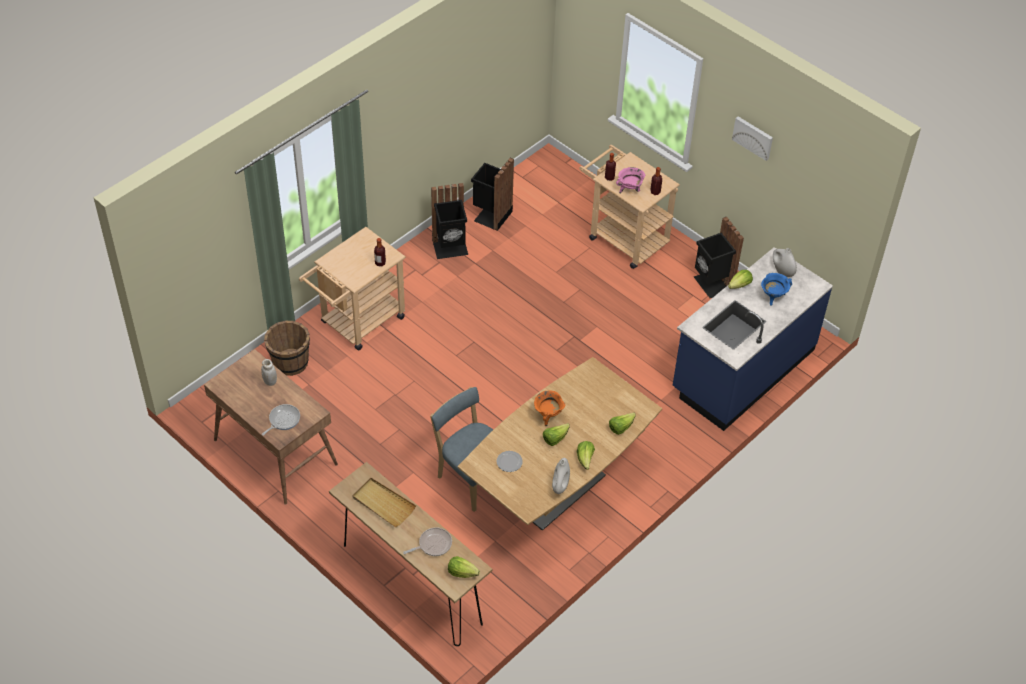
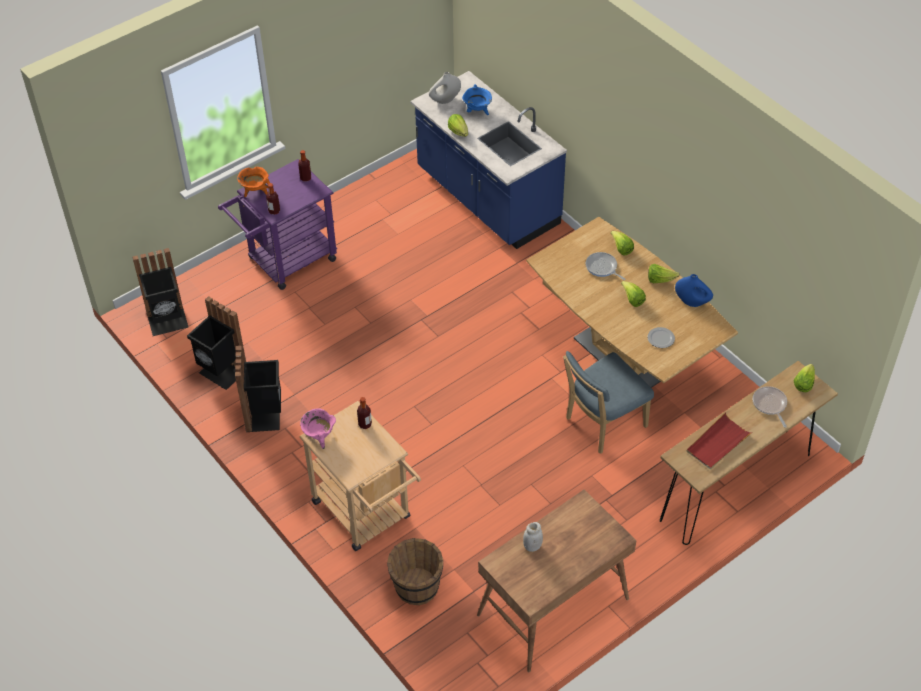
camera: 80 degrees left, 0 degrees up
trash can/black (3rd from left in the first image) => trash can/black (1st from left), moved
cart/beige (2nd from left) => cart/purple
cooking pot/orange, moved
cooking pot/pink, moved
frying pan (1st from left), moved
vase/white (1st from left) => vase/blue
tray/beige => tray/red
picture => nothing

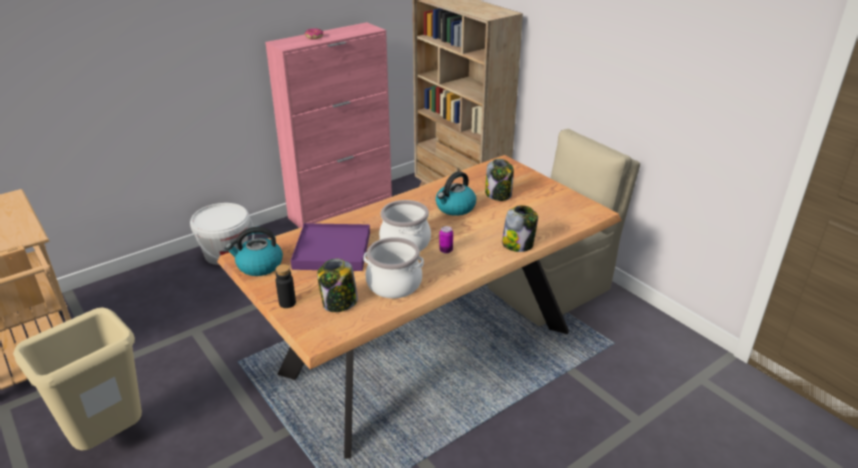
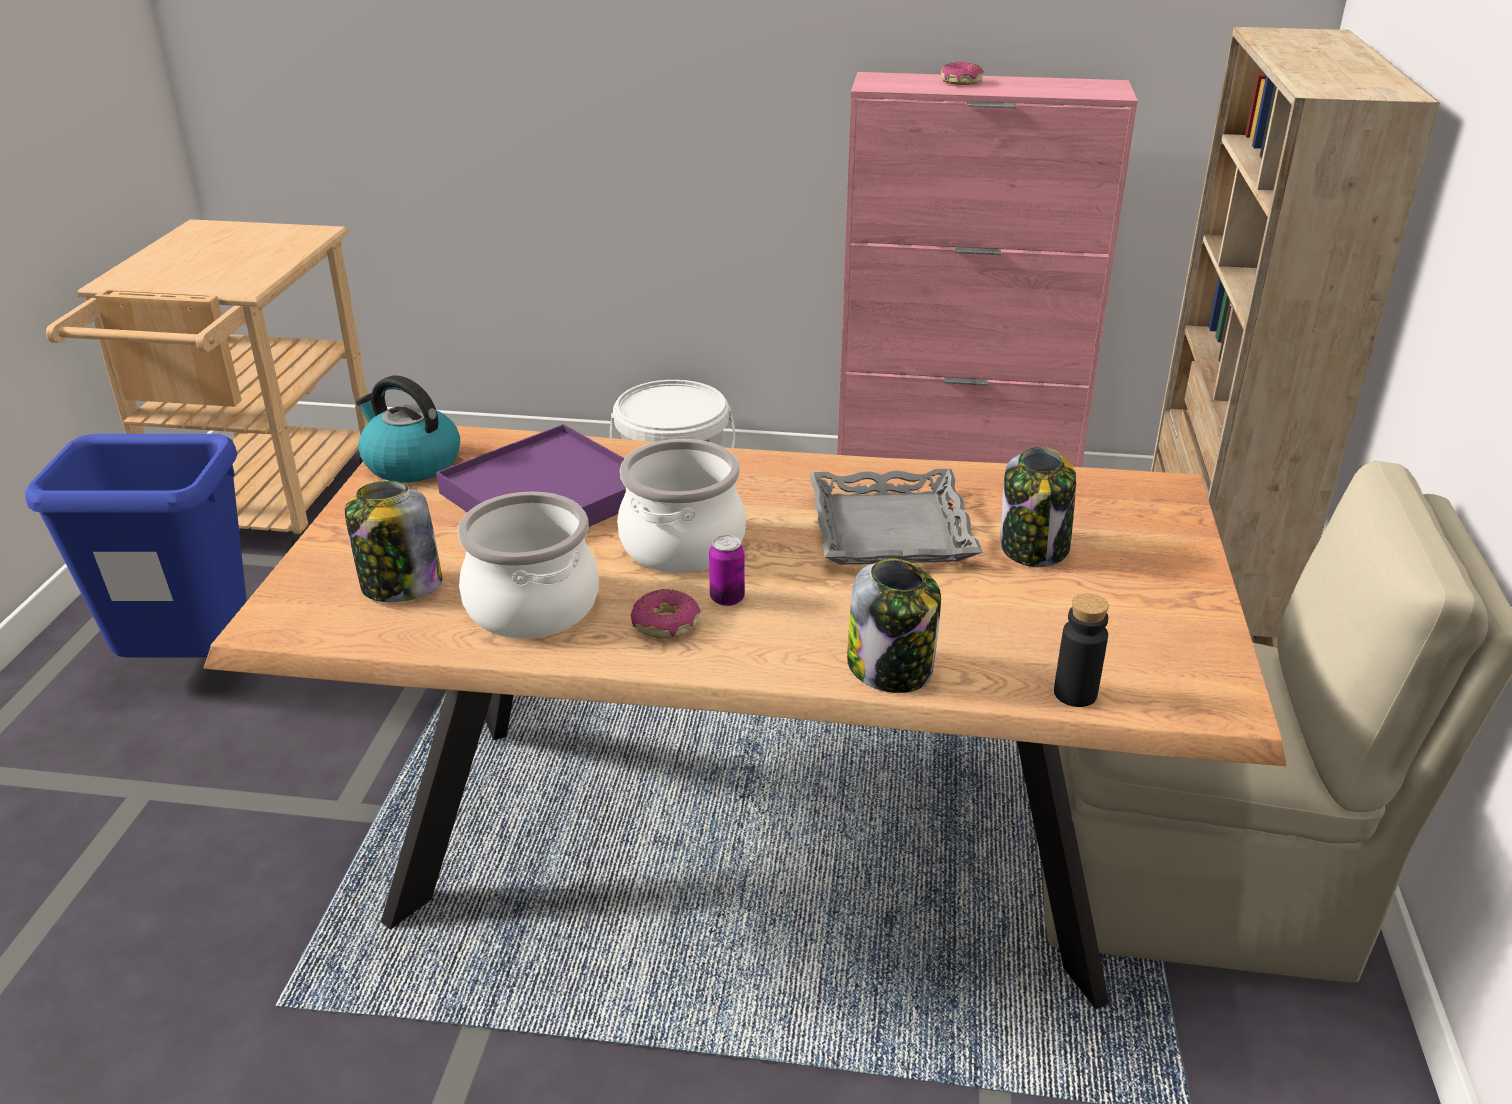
camera: 45 degrees right, 0 degrees up
trash can/beige => trash can/blue
nothing => donut (1st from left)
kettle (2nd from left) => tray/grey
bottle/black, moved

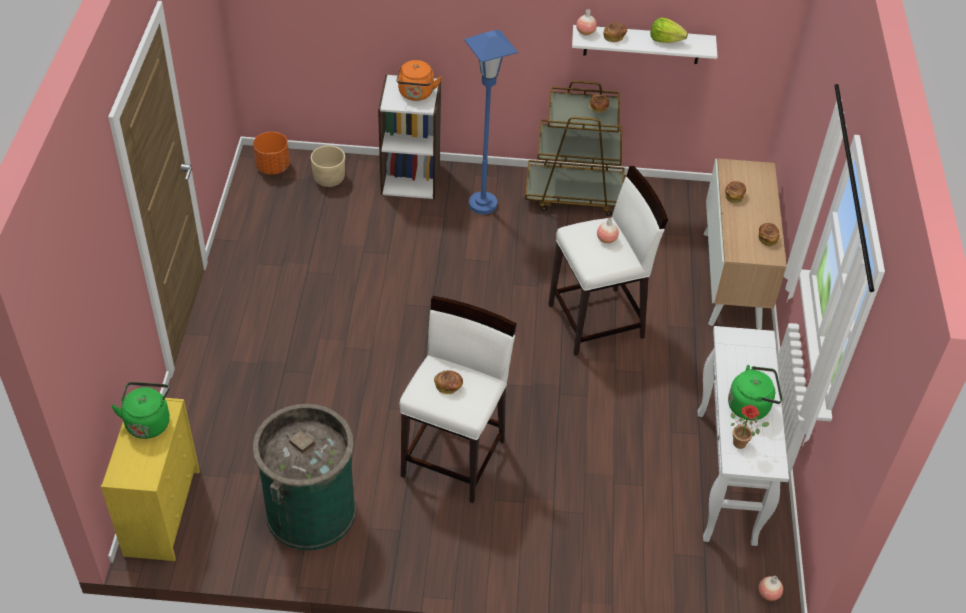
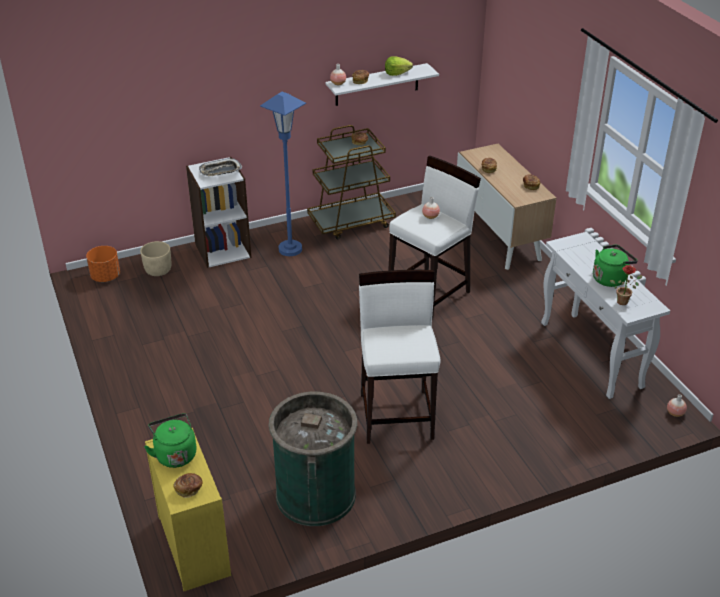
camera: 25 degrees left, 10 degrees down
bread (1st from left), moved
kettle/orange => tray

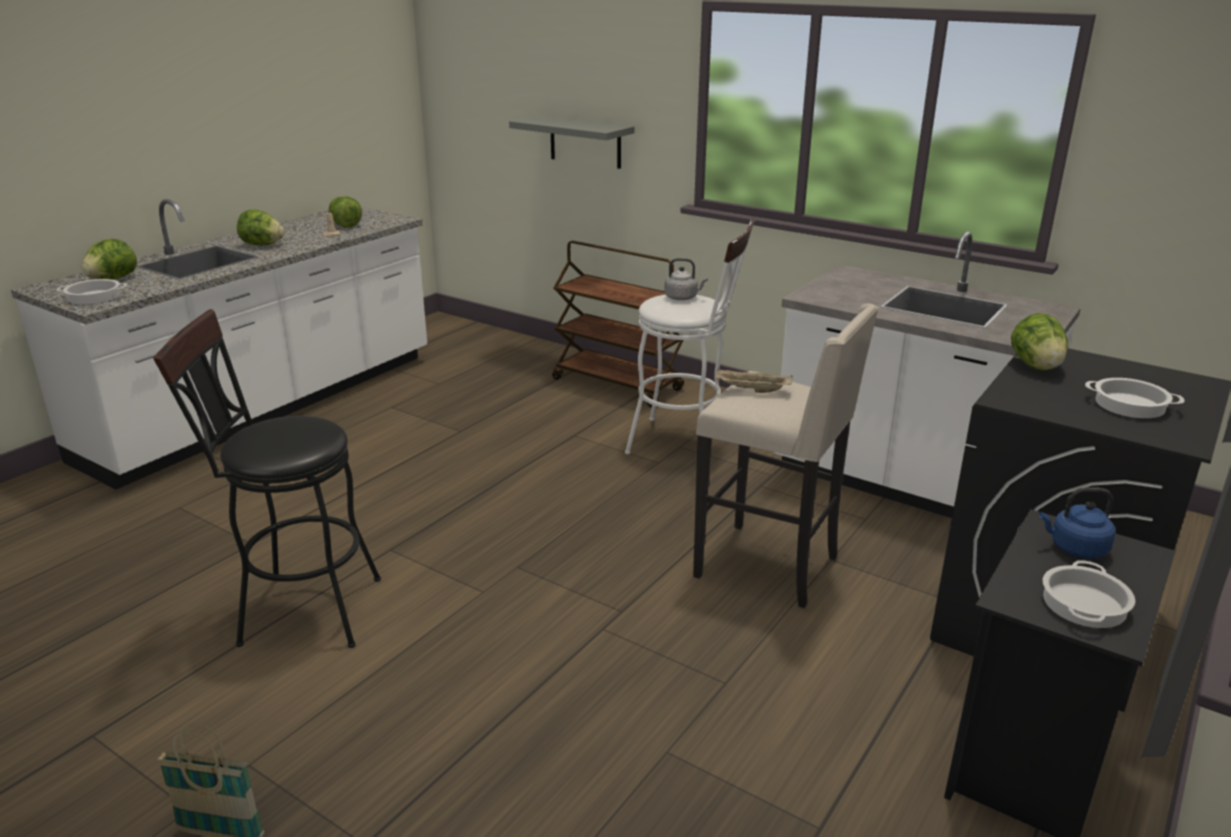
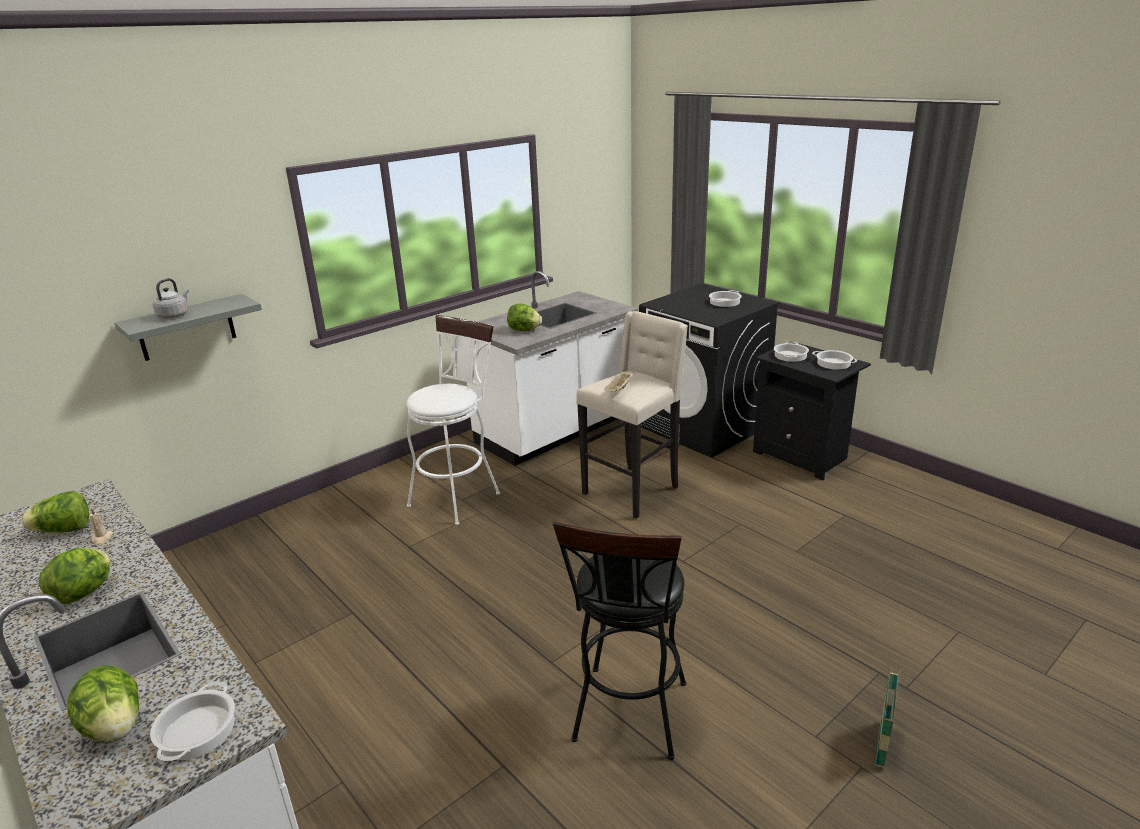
camera: 75 degrees left, 0 degrees up
kettle/grey, moved
lettuce (4th from left), moved
kettle/blue => cooking pot (3rd from left)
cart/brown => nothing

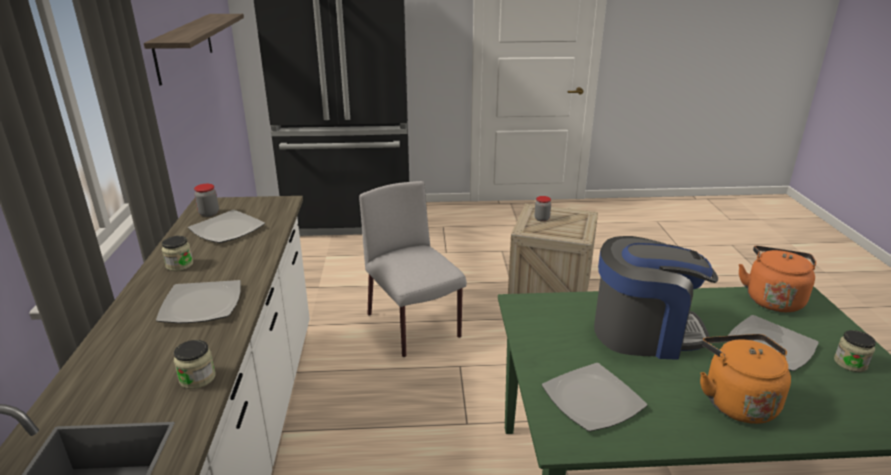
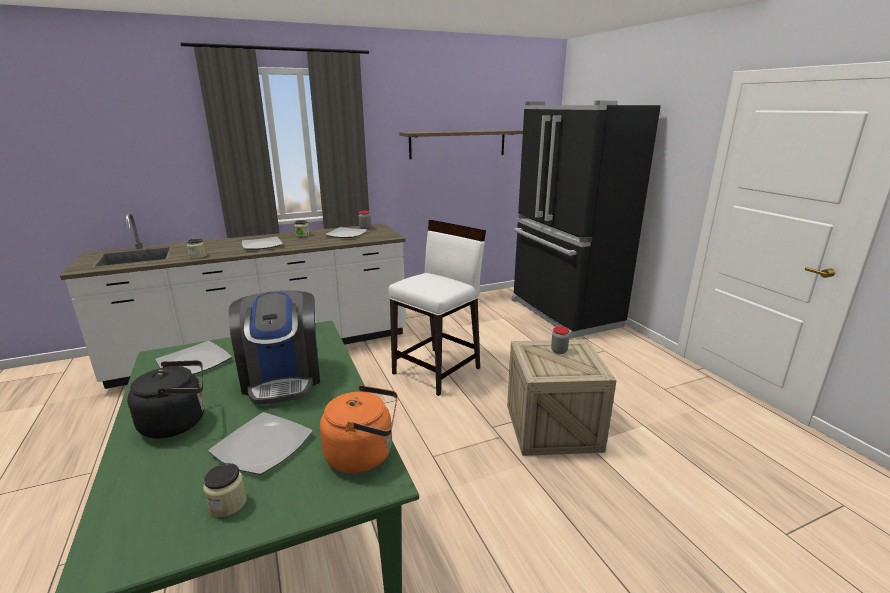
camera: 70 degrees right, 5 degrees down
kettle/orange (1st from left) => kettle/black
chair/grey => stool/white

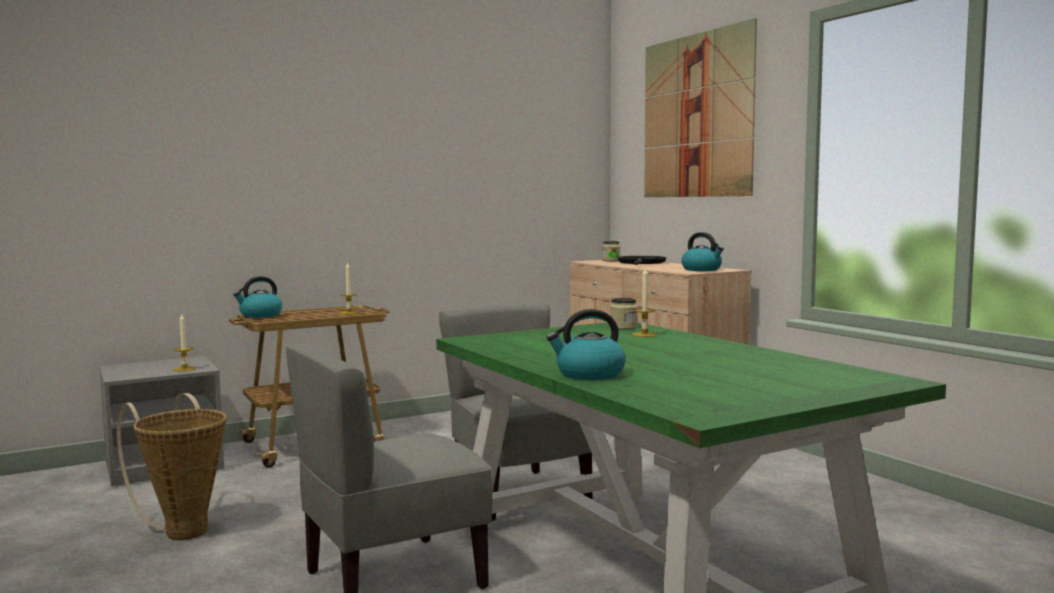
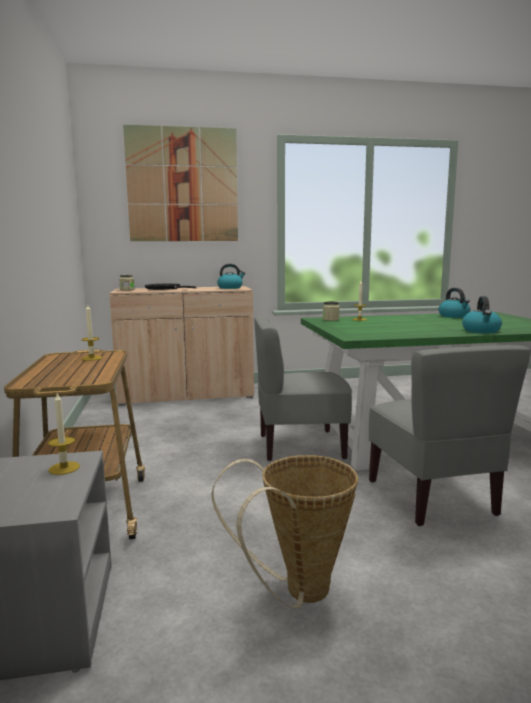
camera: 70 degrees left, 5 degrees up
kettle (1st from left in the first image) => kettle (2nd from left), moved

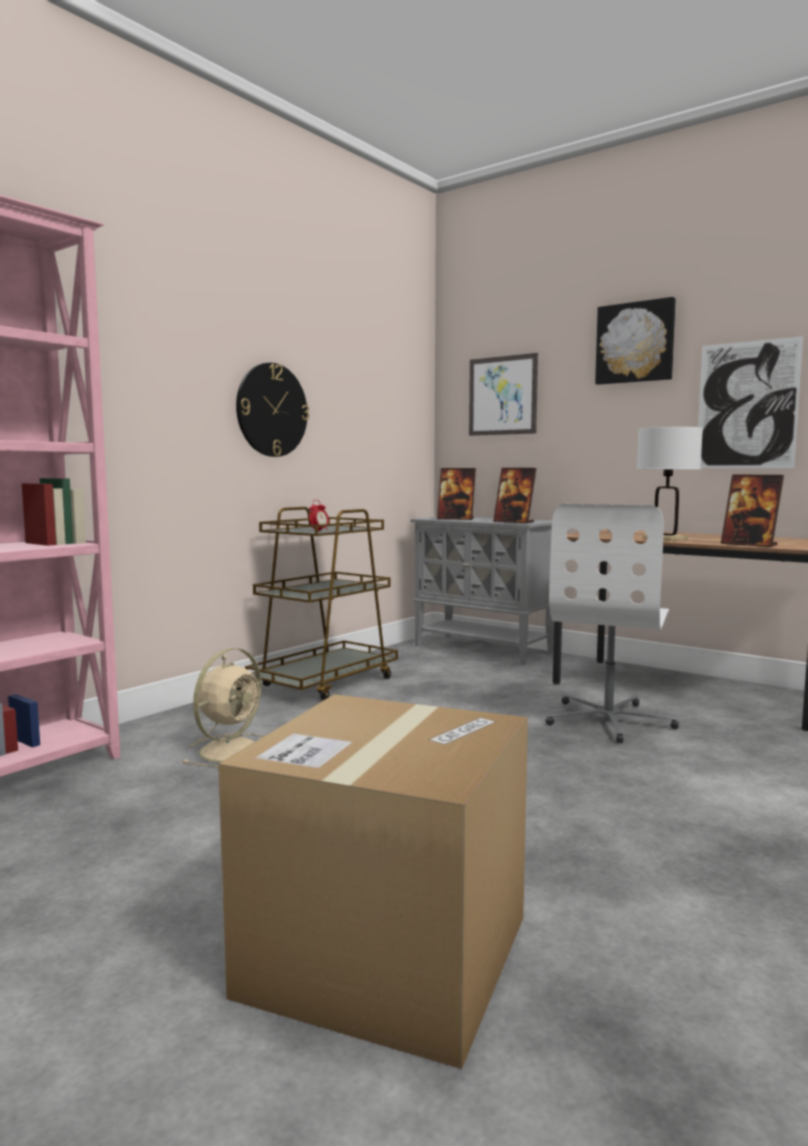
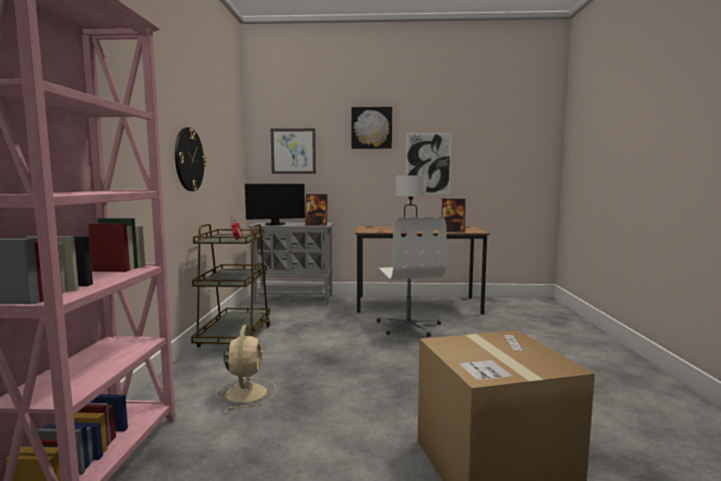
camera: 35 degrees left, 0 degrees up
picture frame (1st from left) => monitor

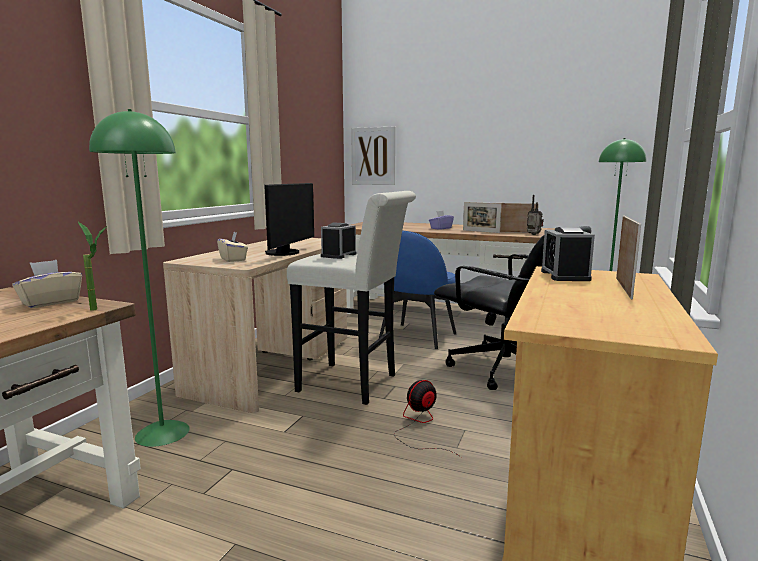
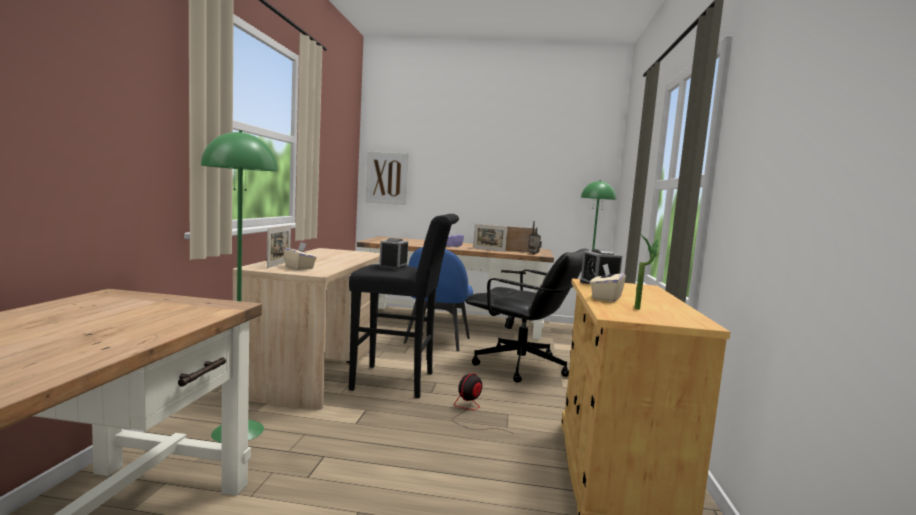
camera: 15 degrees left, 5 degrees down
picture frame (3rd from left in the first image) => picture frame (1st from left), moved
stool/white => stool/black
tissue box/beige (1st from left in the first image) => tissue box/beige (2nd from left), moved
potted plant, moved
monitor => nothing

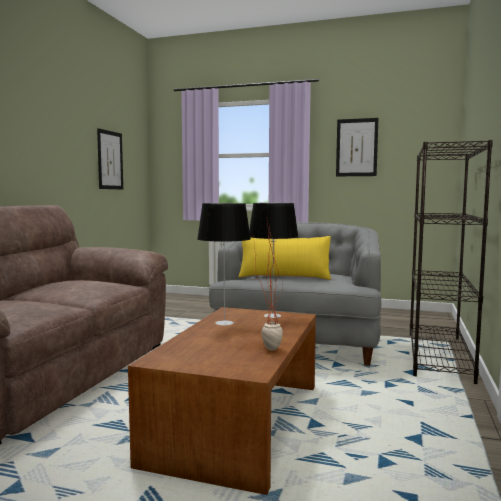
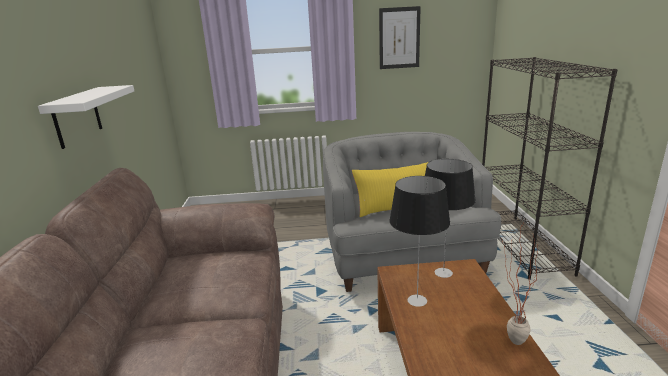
camera: 20 degrees left, 15 degrees up
nothing => shelf/white
picture (1st from left) => nothing

